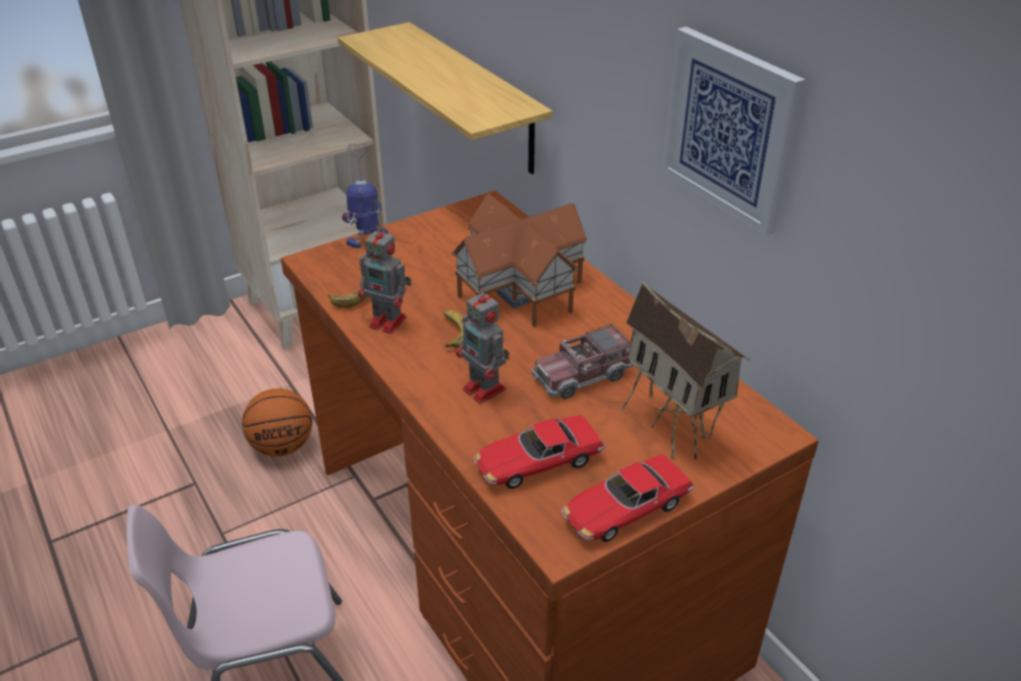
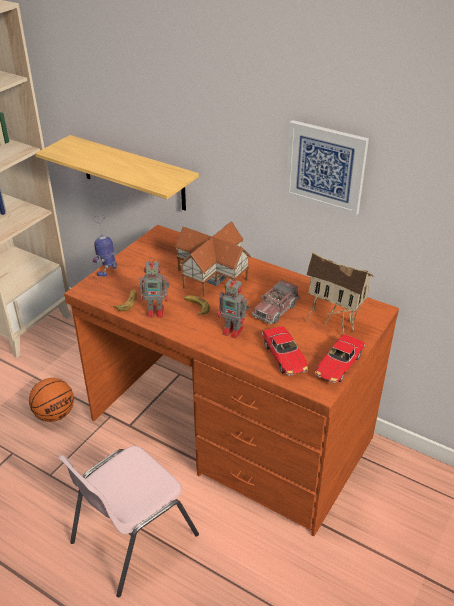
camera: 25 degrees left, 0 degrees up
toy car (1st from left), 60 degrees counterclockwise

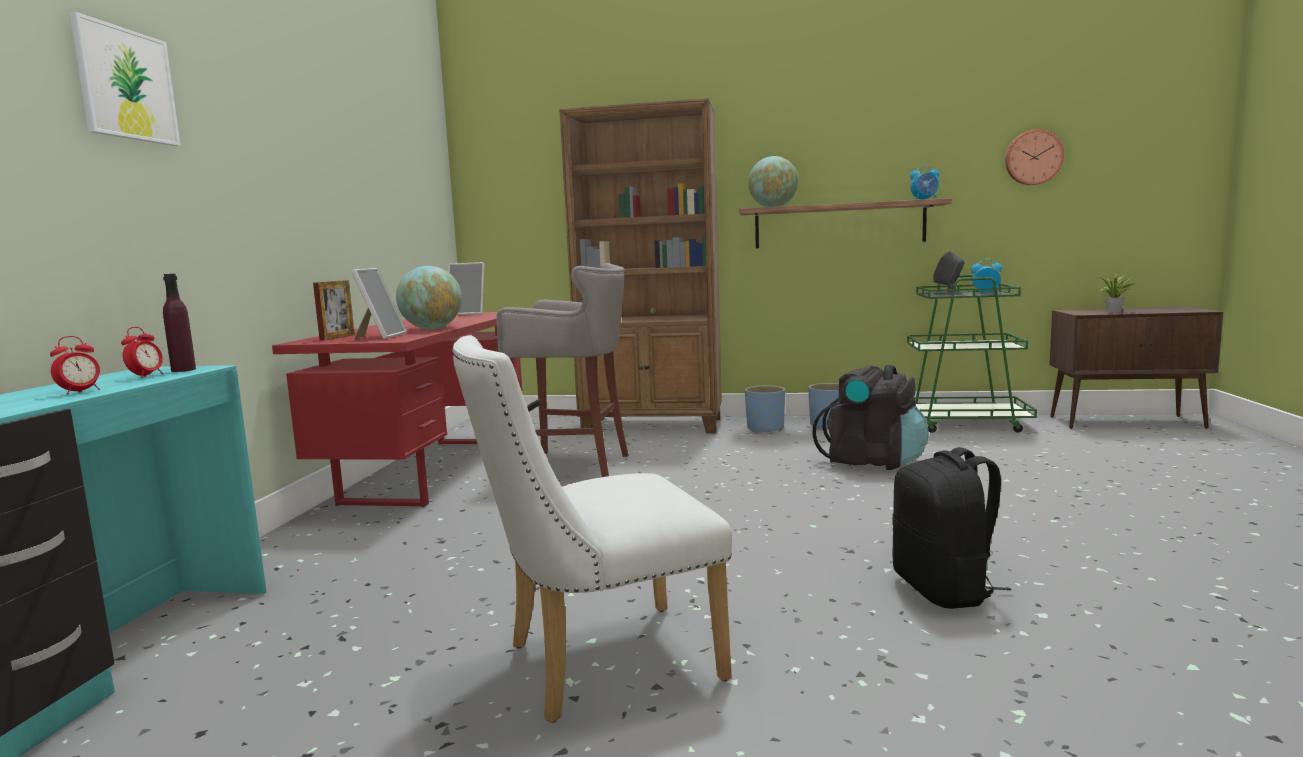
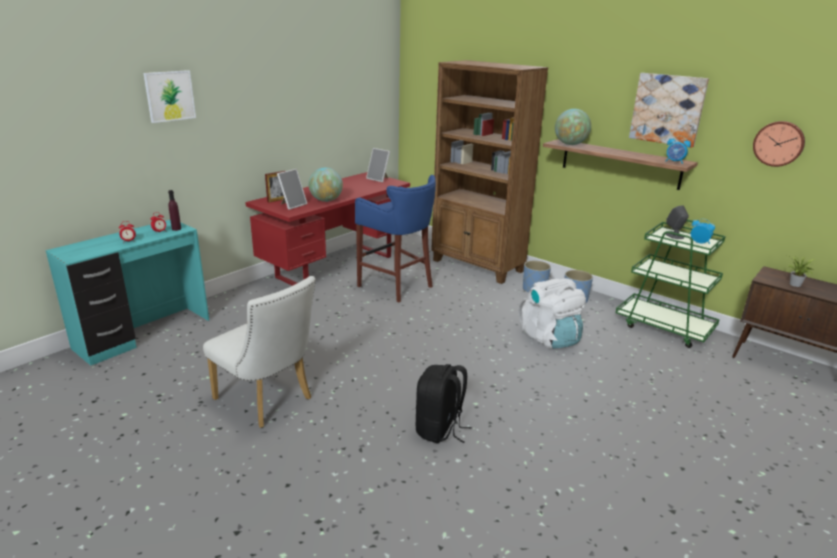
camera: 30 degrees right, 15 degrees up
chair/white, 150 degrees counterclockwise
stool/grey => stool/blue
backpack/black (1st from left) => backpack/white
nothing => picture (2nd from left)

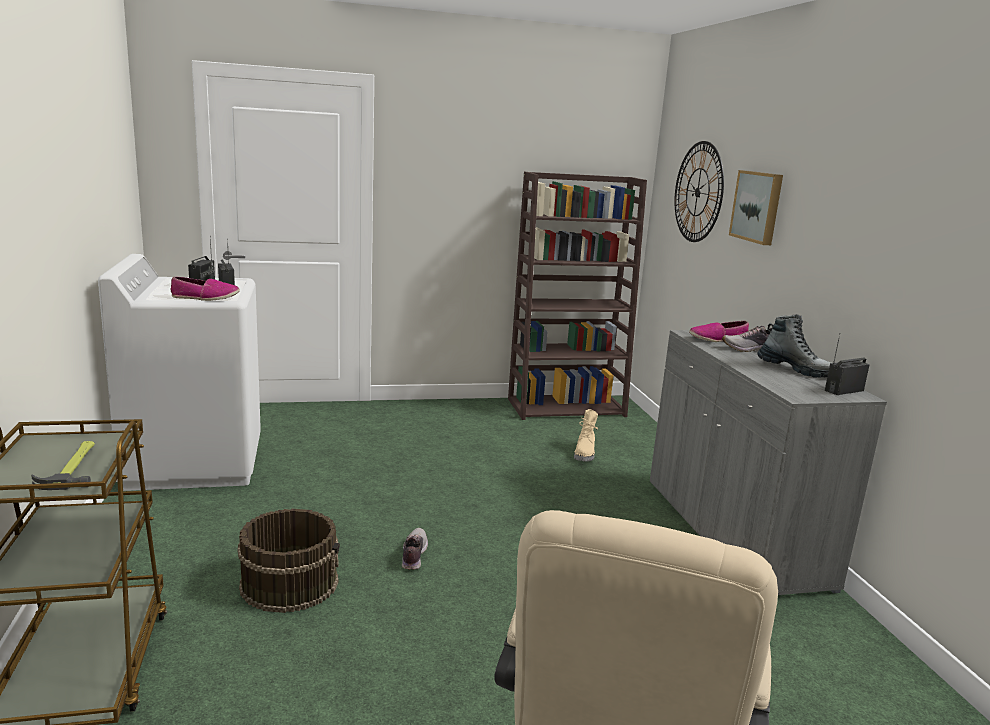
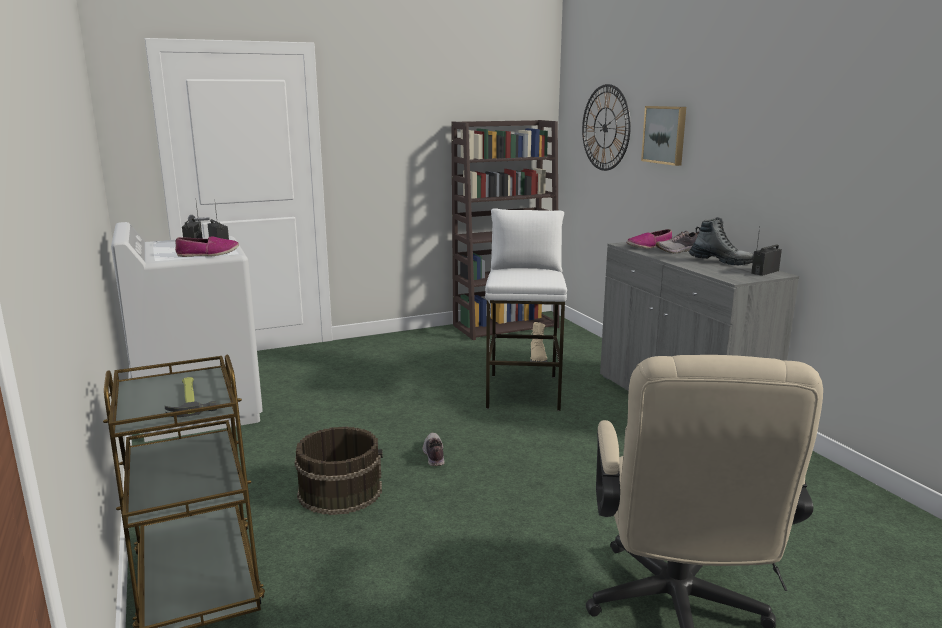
camera: 10 degrees left, 0 degrees up
nothing => stool/white

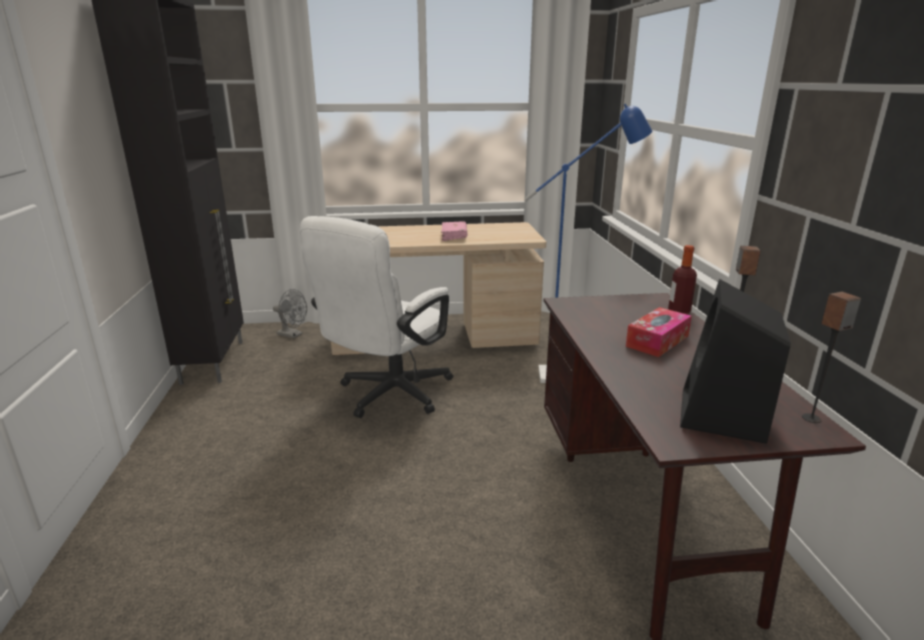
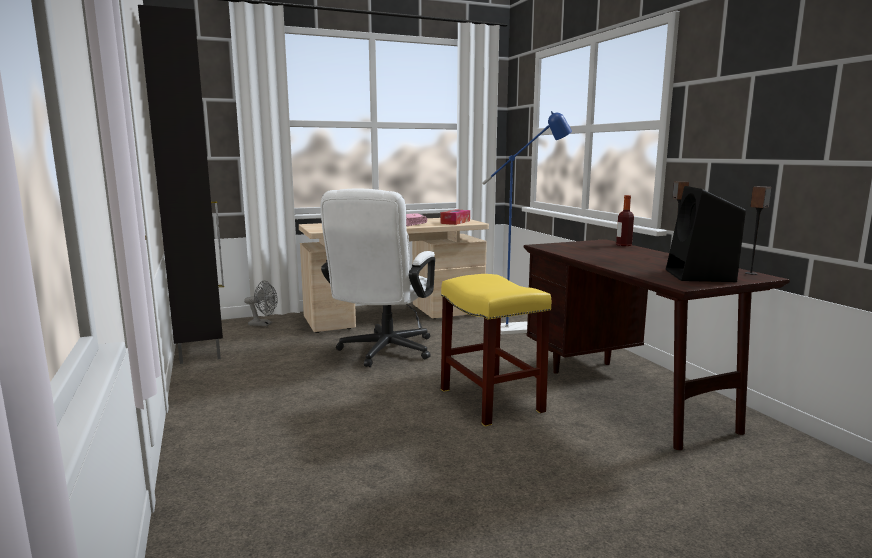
camera: 15 degrees left, 10 degrees down
tissue box, moved
nothing => stool/yellow

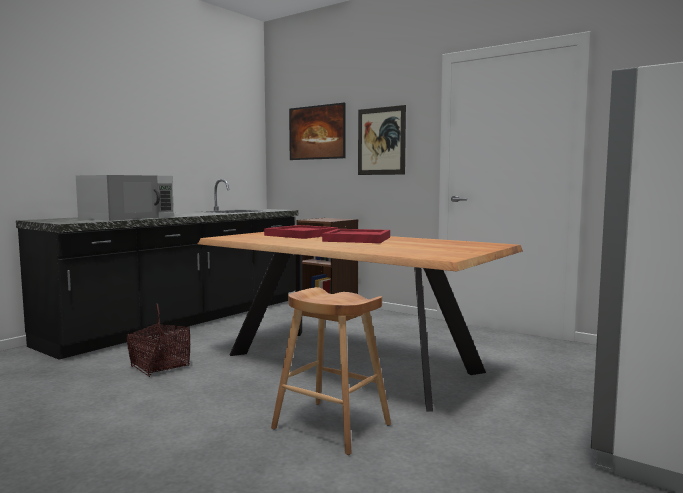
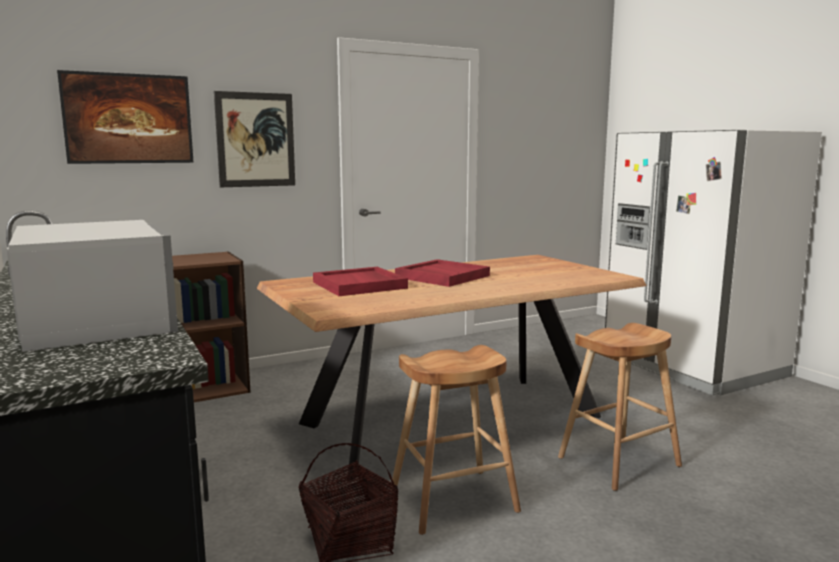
camera: 65 degrees left, 5 degrees up
nothing => stool/brown (1st from left)

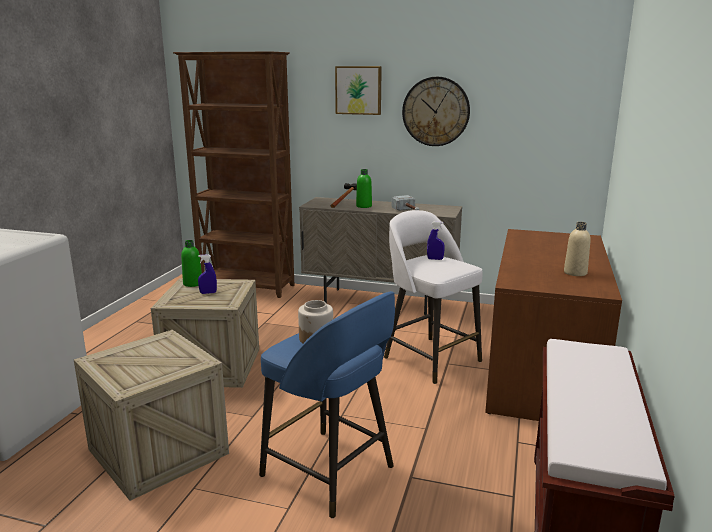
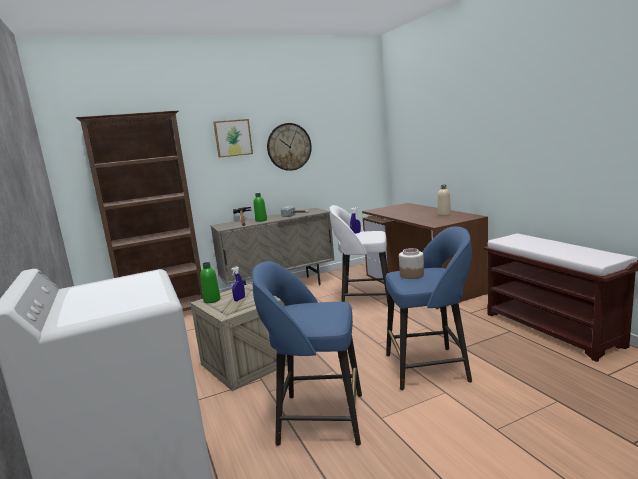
camera: 40 degrees left, 5 degrees down
crate (1st from left) => stool/blue (1st from left)

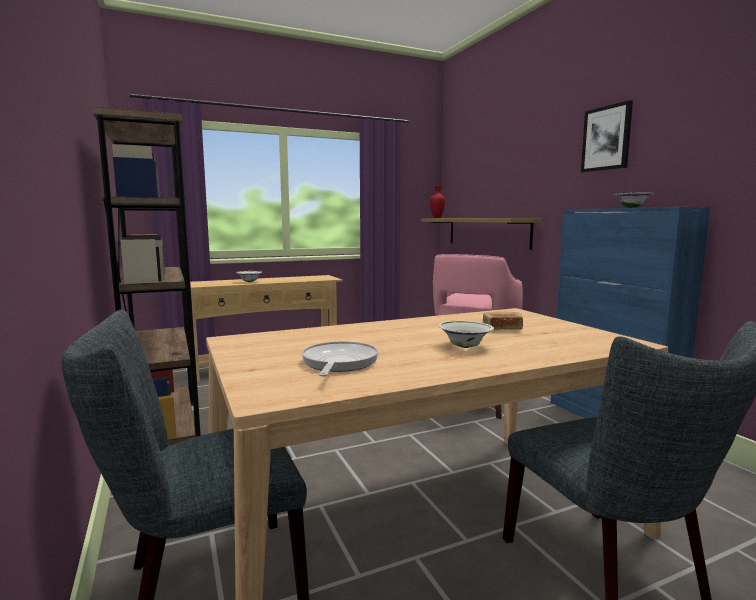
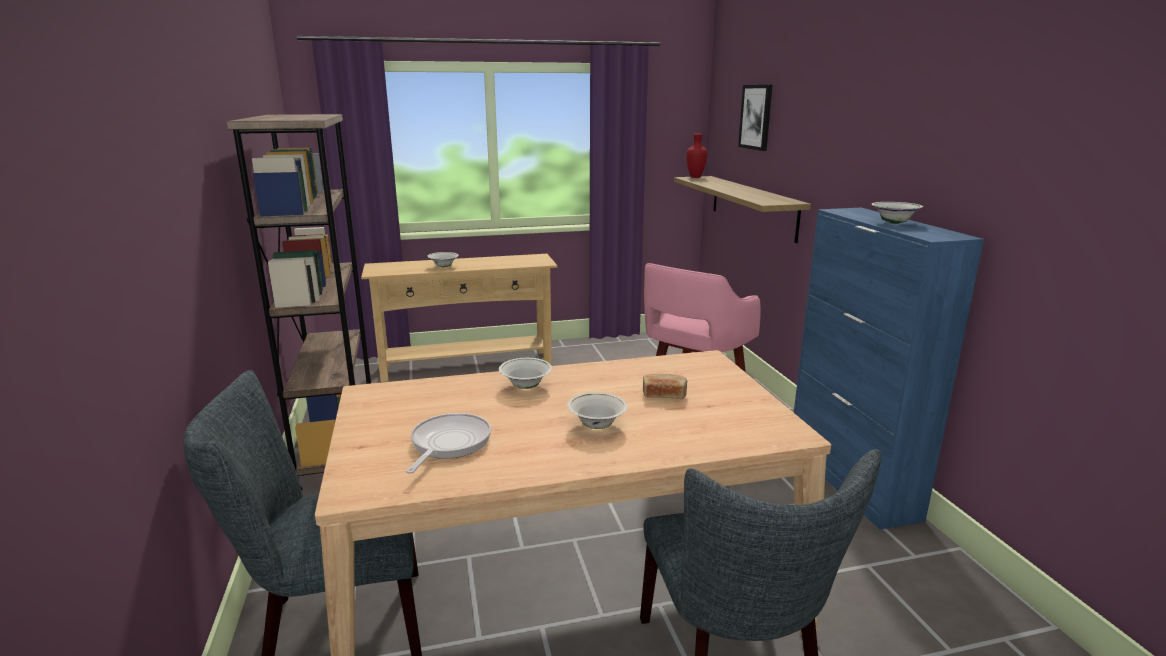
camera: 10 degrees right, 10 degrees up
nothing => bowl/white (2nd from left)
picture, moved

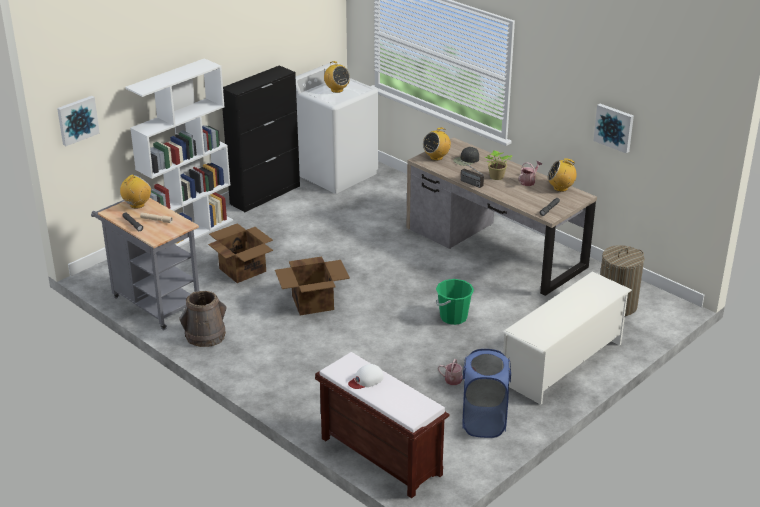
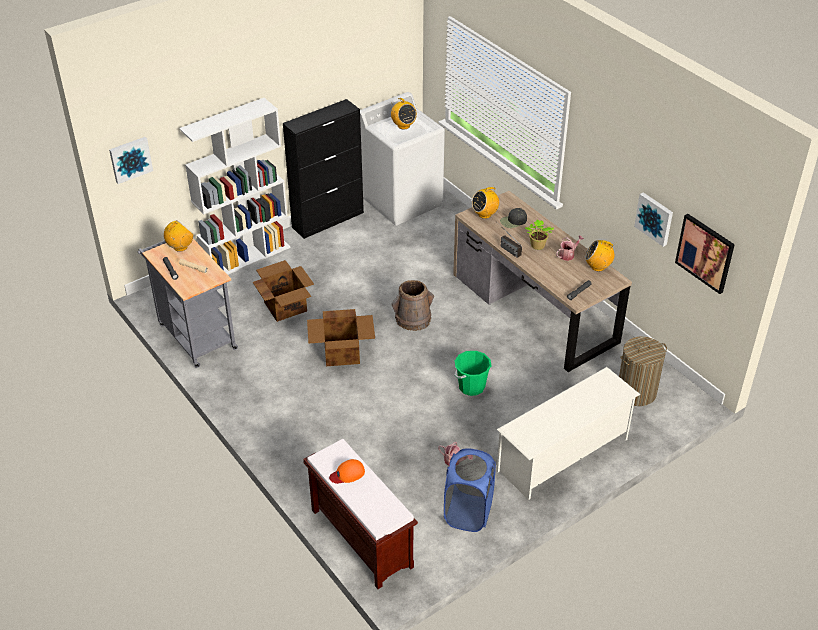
camera: 10 degrees right, 10 degrees up
cap/white => cap/orange
bucket/brown, moved
nothing => picture (3rd from left)

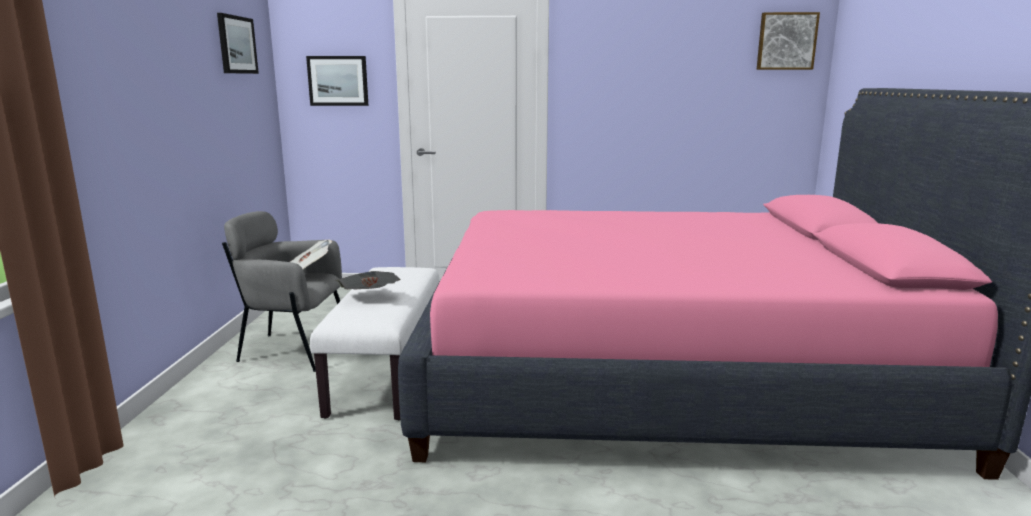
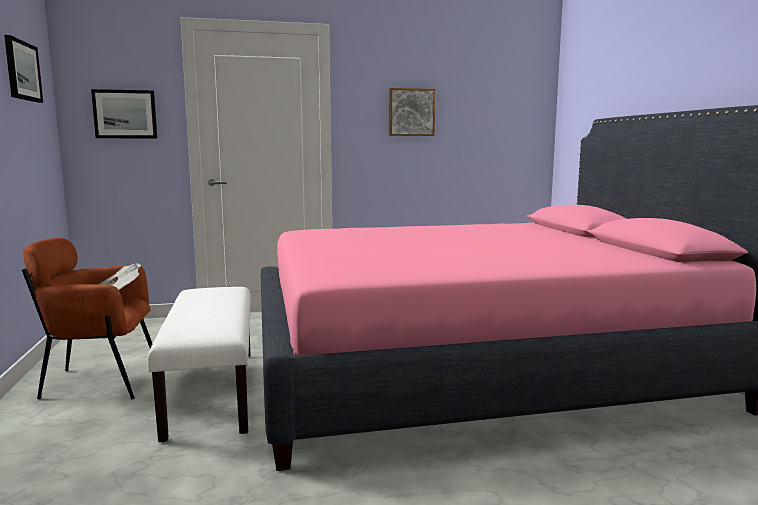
camera: 15 degrees left, 5 degrees down
armchair/grey => armchair/brown
picture (3rd from left), moved
newspaper (2nd from left) => nothing

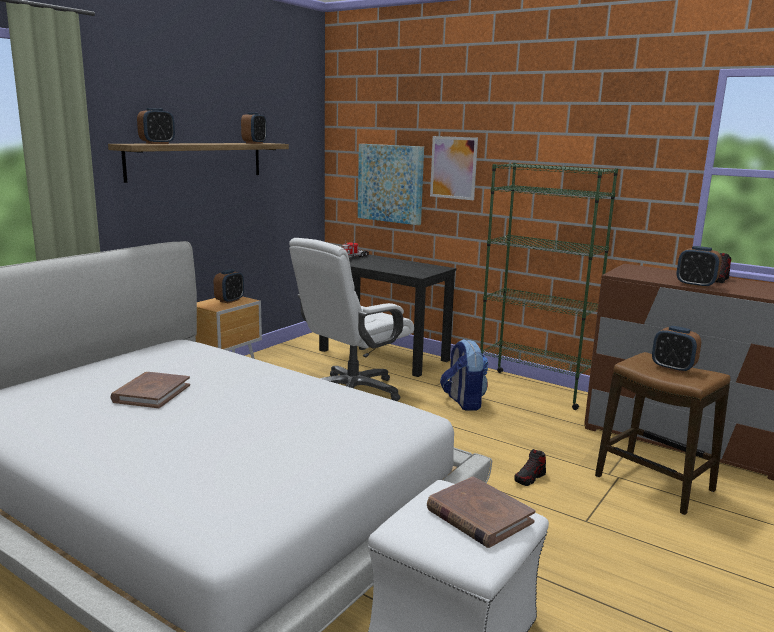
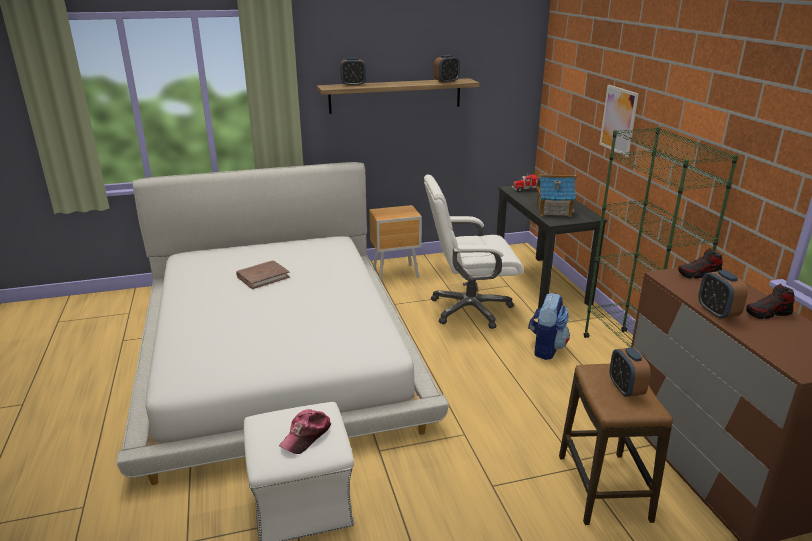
camera: 40 degrees right, 10 degrees up
book/brown (2nd from left) => cap
nothing => toy house
shoe (1st from left), moved
alarm clock (2nd from left) => nothing
picture (1st from left) => nothing

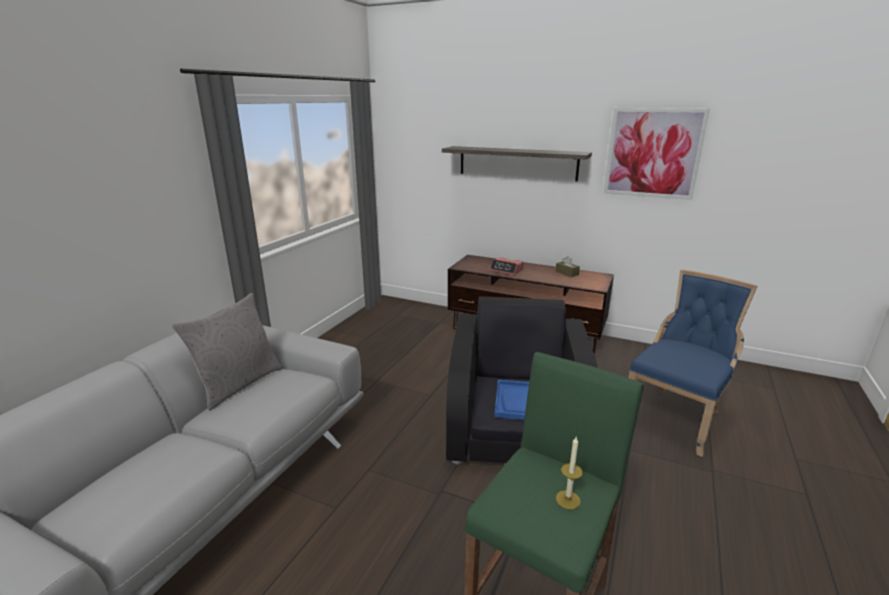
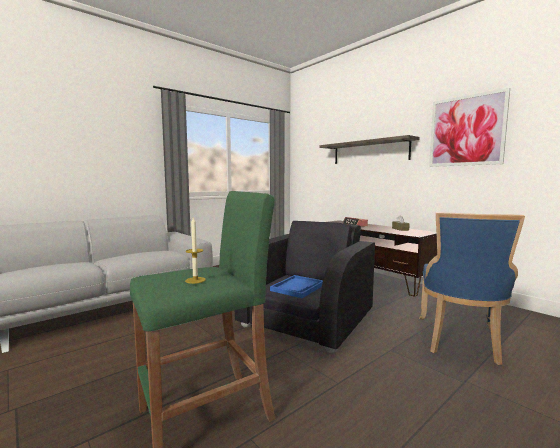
camera: 25 degrees right, 15 degrees down
chair/blue, 135 degrees clockwise
pillow/grey => nothing

